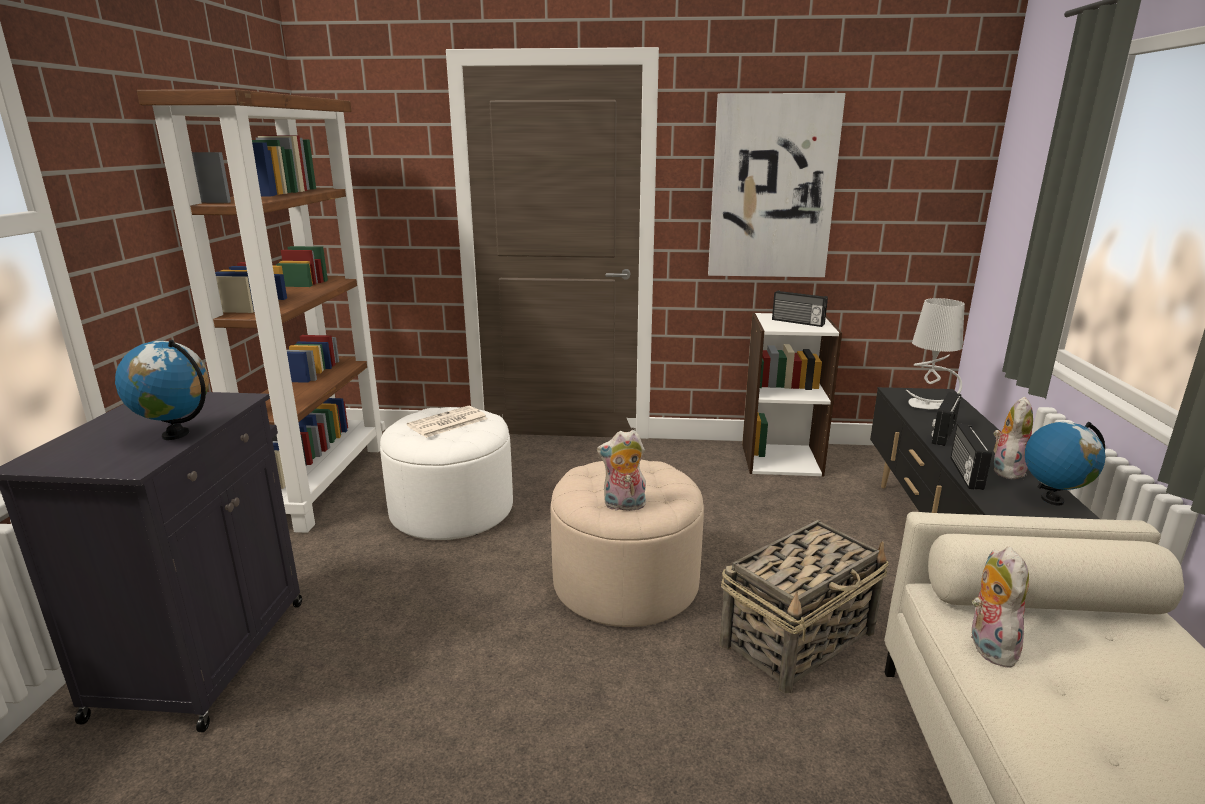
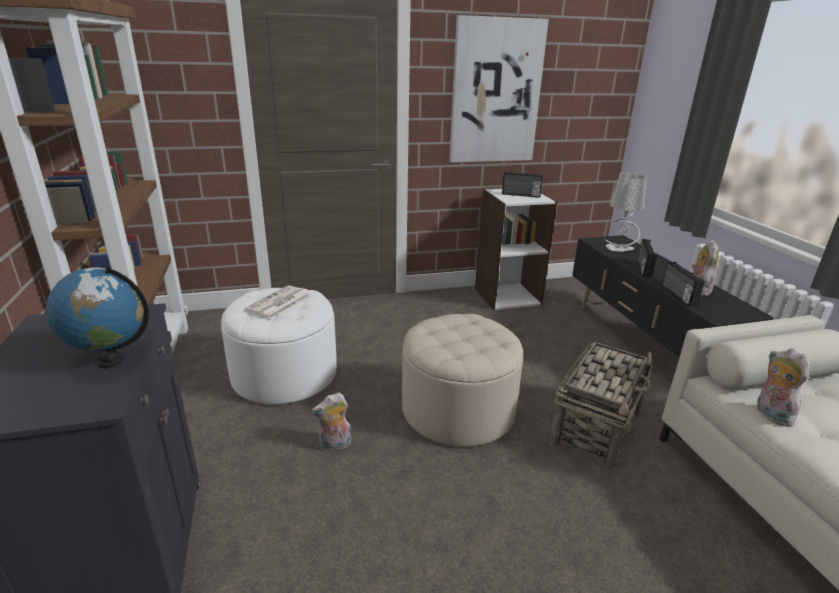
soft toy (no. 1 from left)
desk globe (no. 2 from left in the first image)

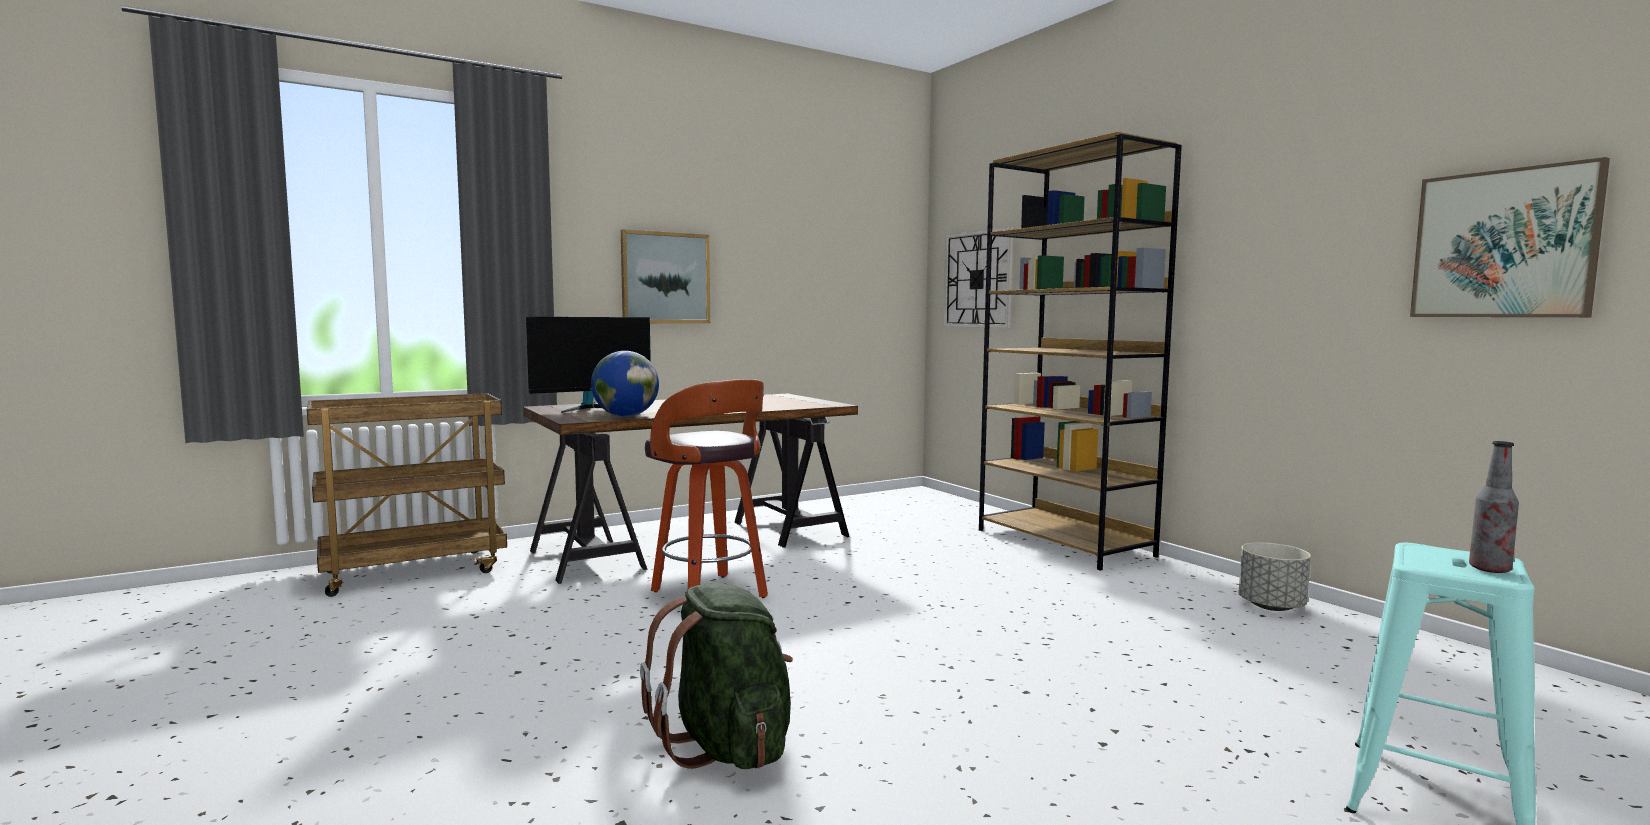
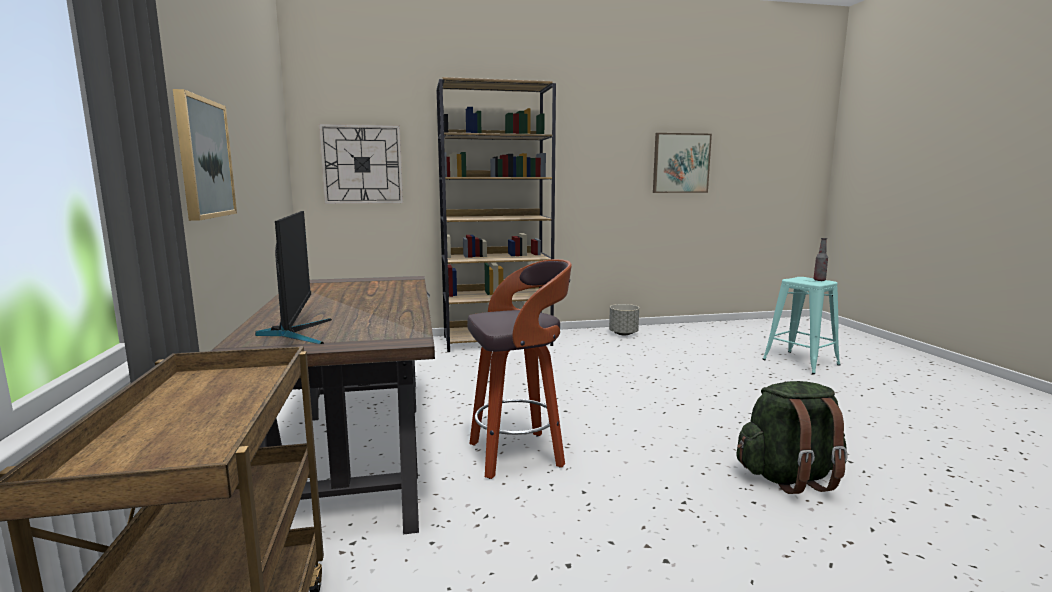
desk globe

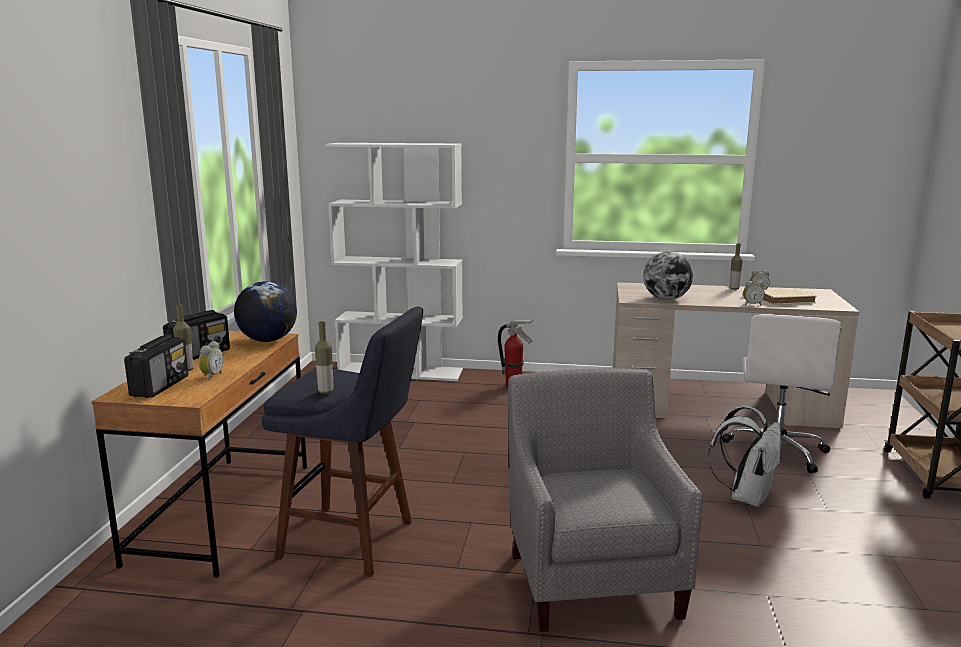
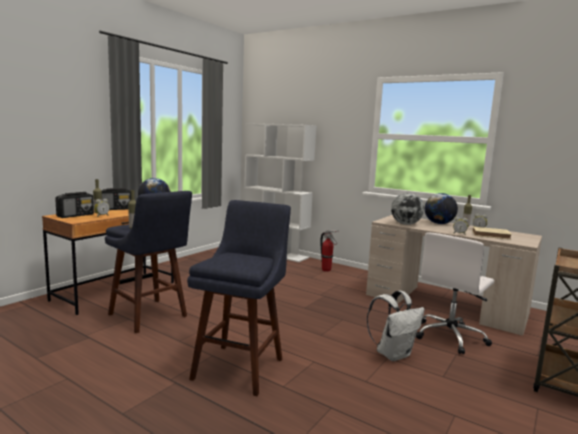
sitting stool in blue (no. 2 from left)
desk globe (no. 3 from left)

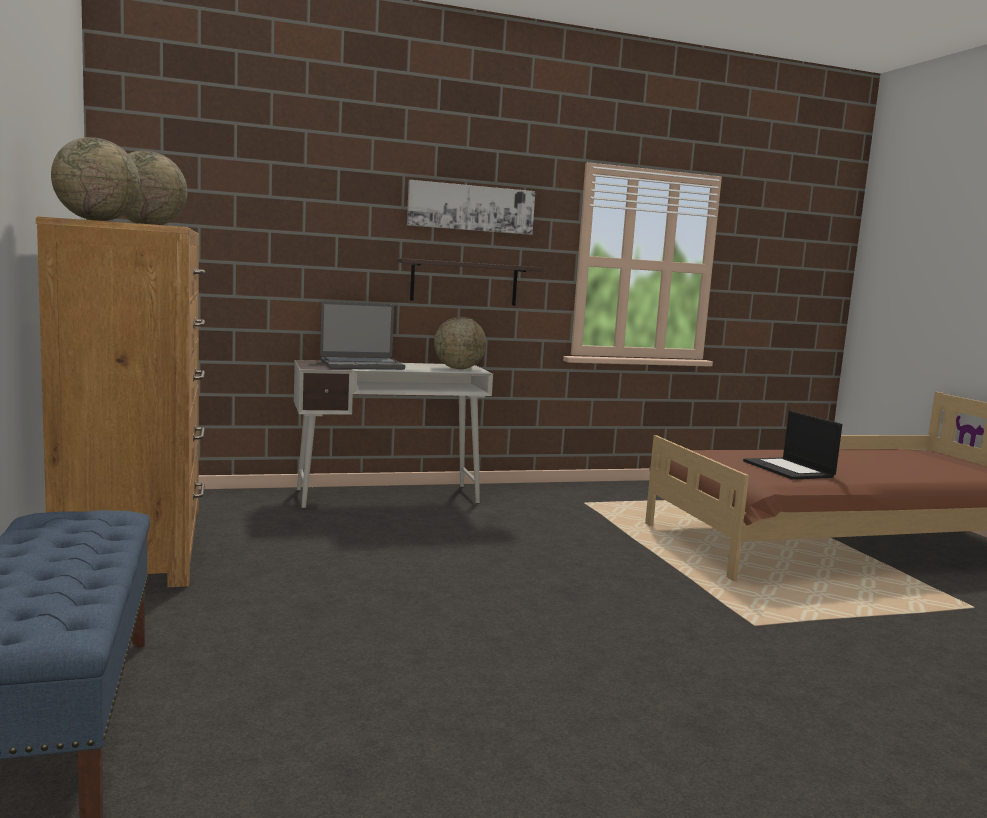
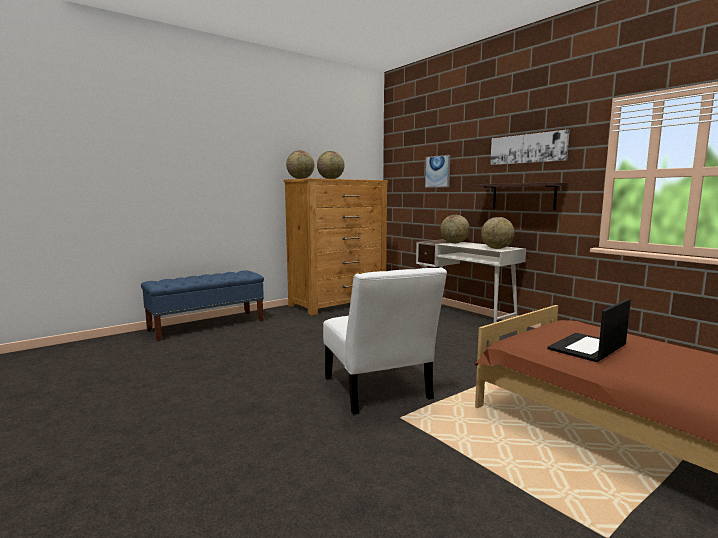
desk globe (no. 3 from left)
plain chair in white-coloured
wall picture (no. 1 from left)

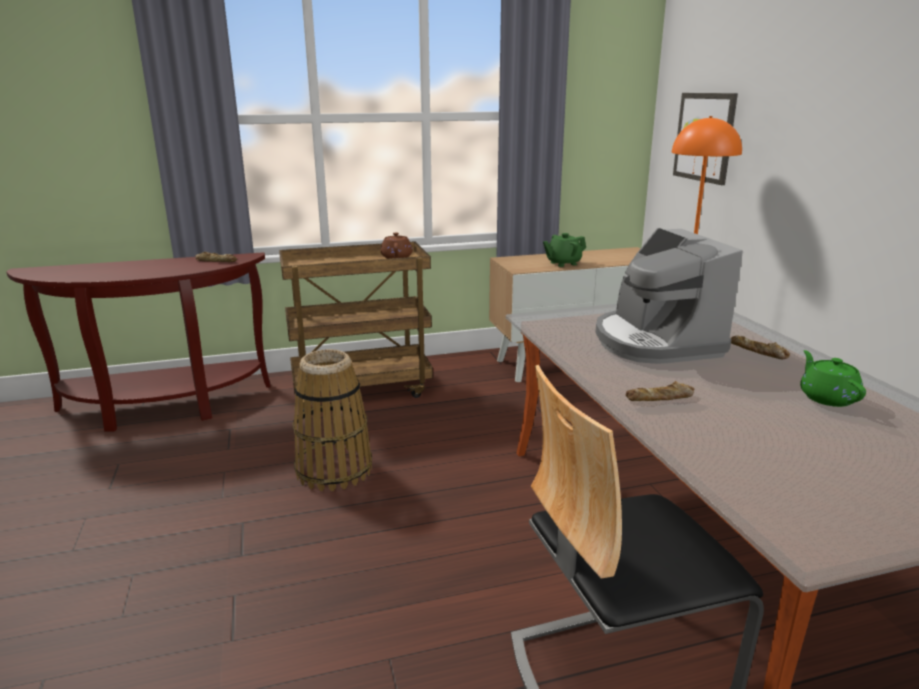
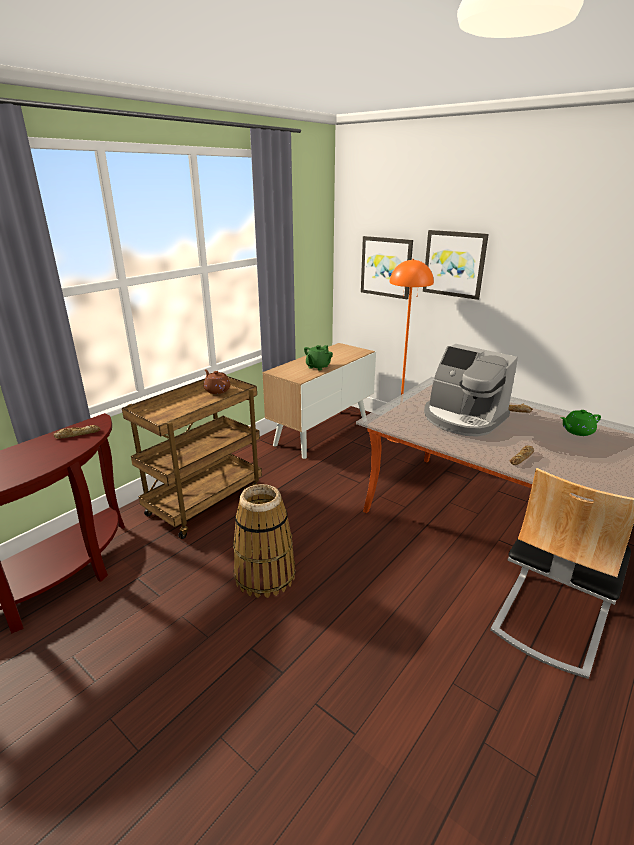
pot for tea in greenish (no. 2 from left)
wall picture (no. 2 from left)

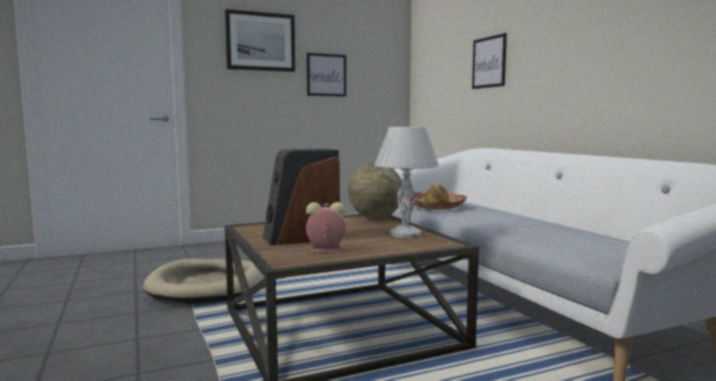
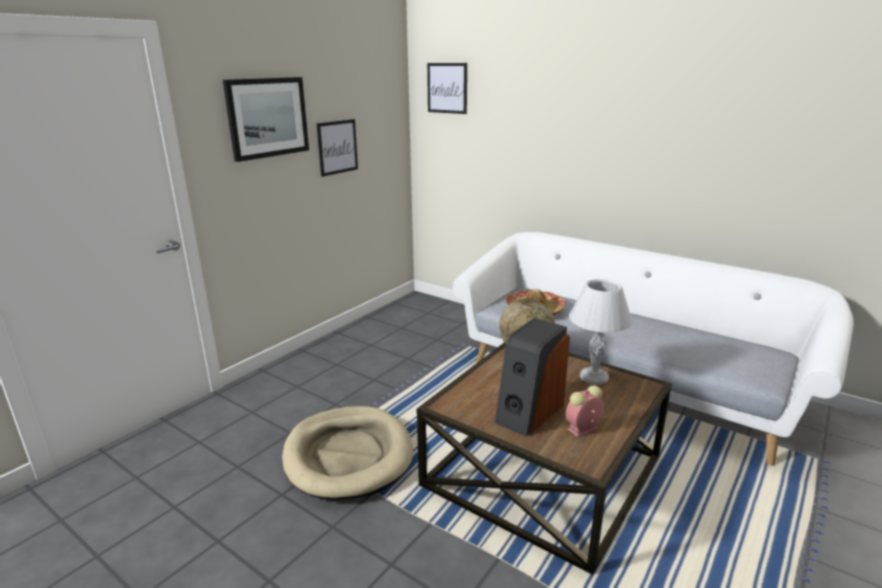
wall picture (no. 3 from left)

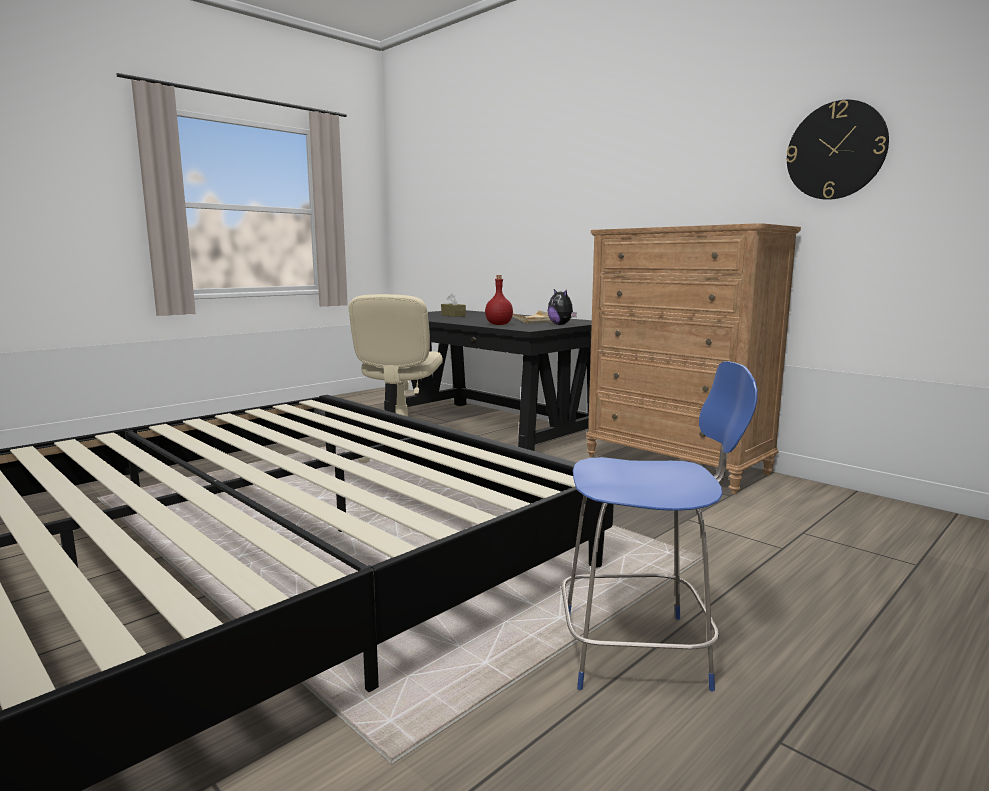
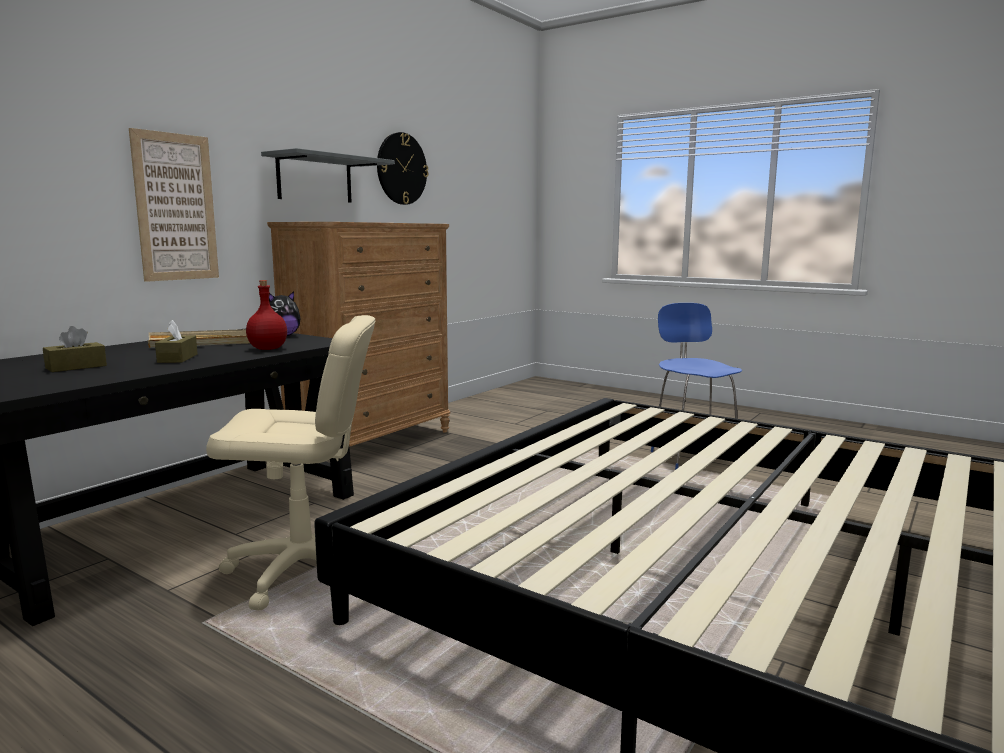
wall picture
box of tissues in brown-coloured (no. 2 from left)
wall shelf in gray

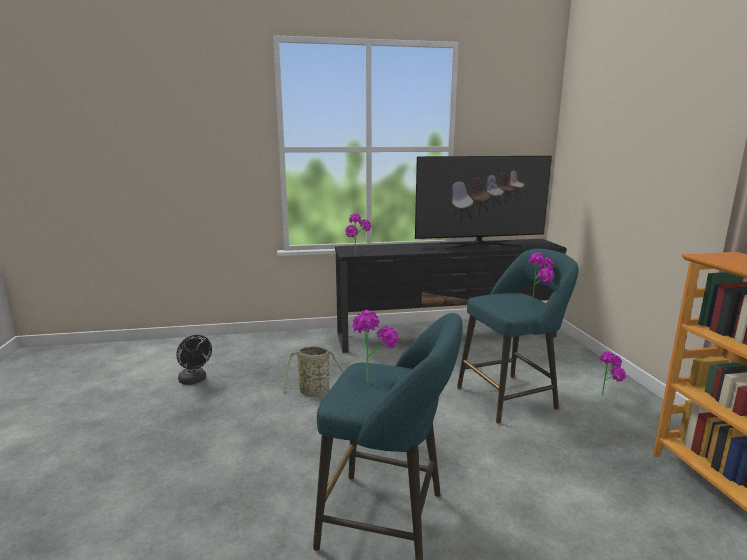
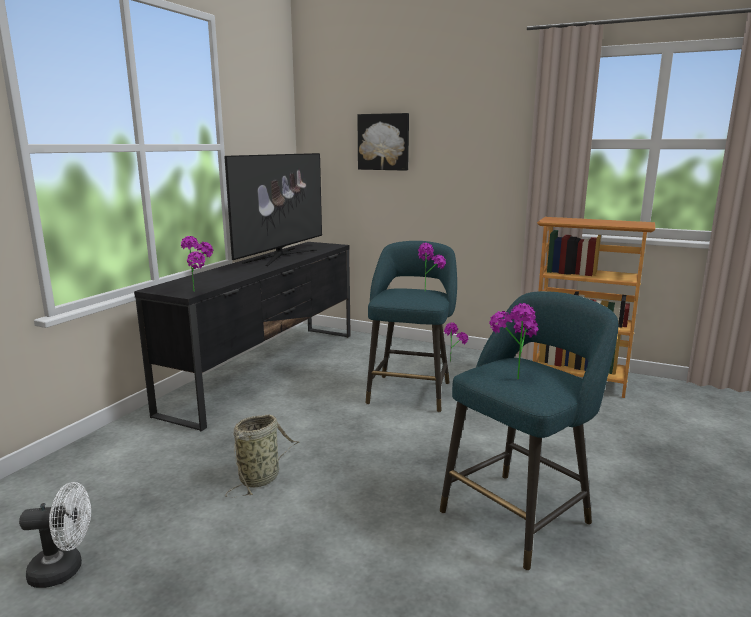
fan in white-coloured
wall picture

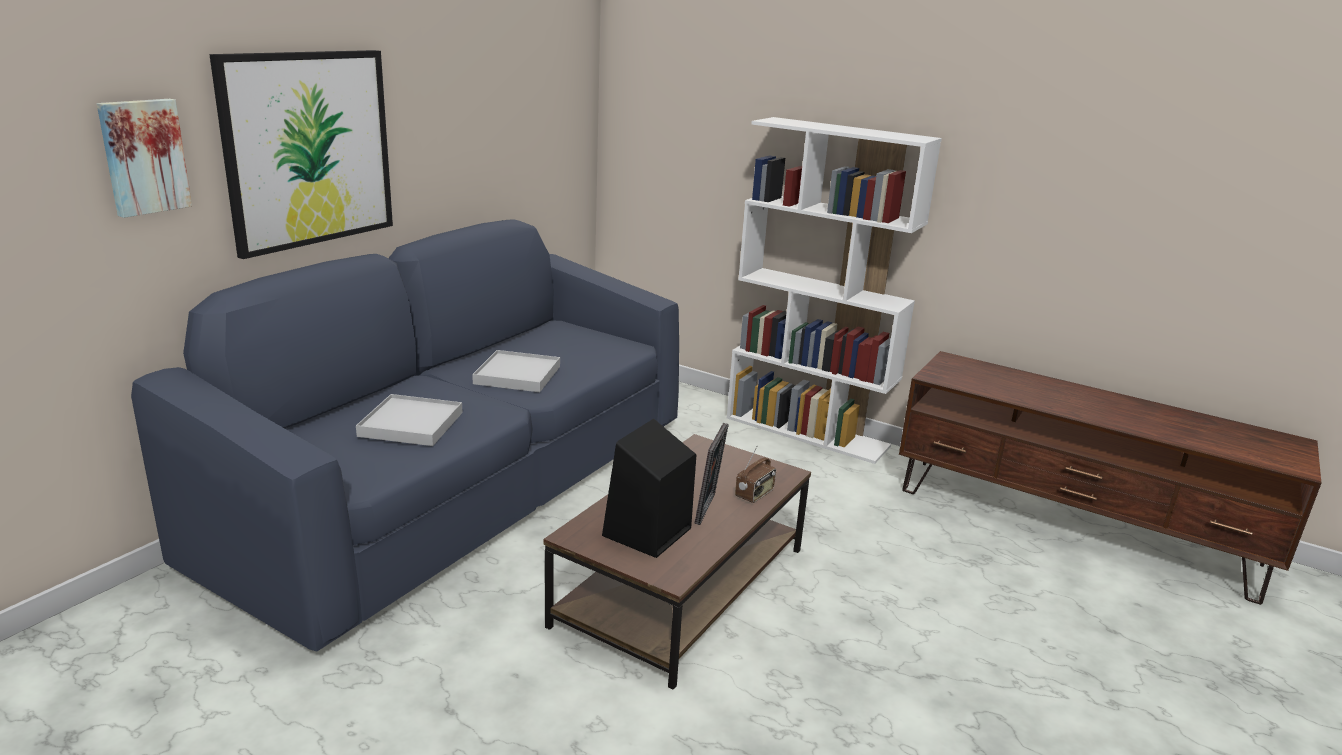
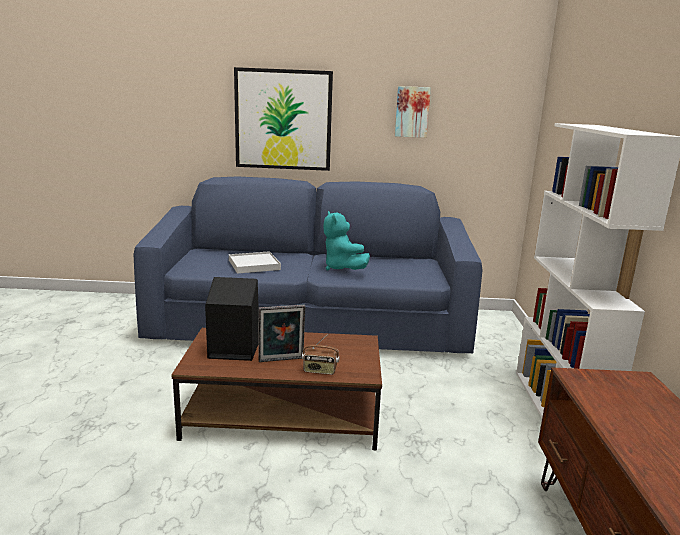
wall picture (no. 2 from left)
soft toy in turquoise-coloured

